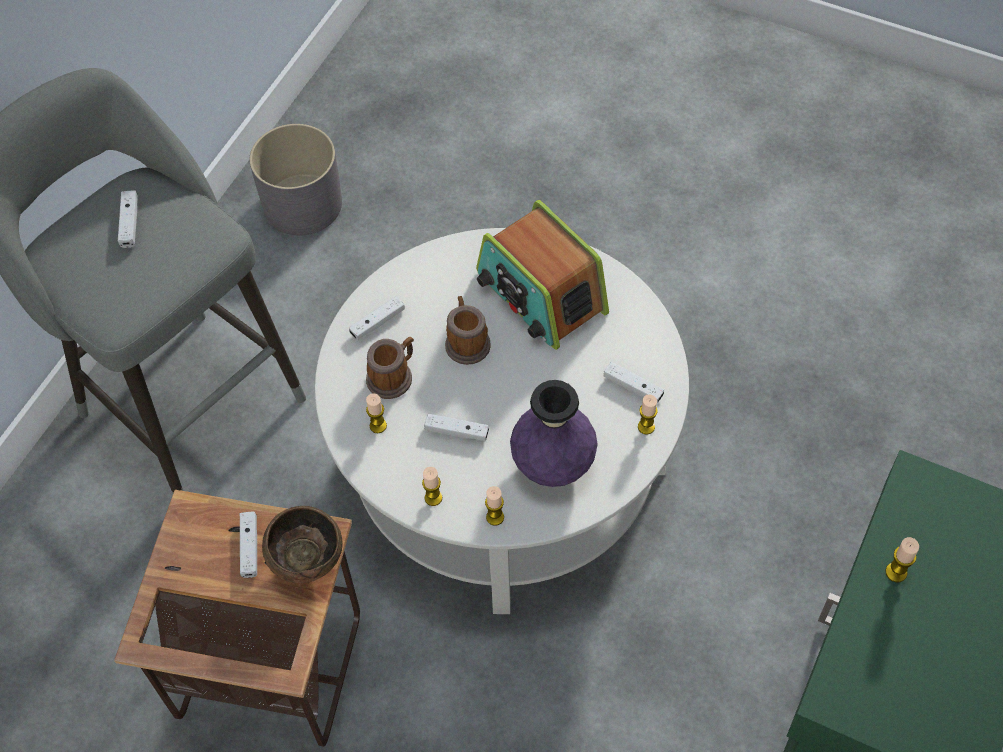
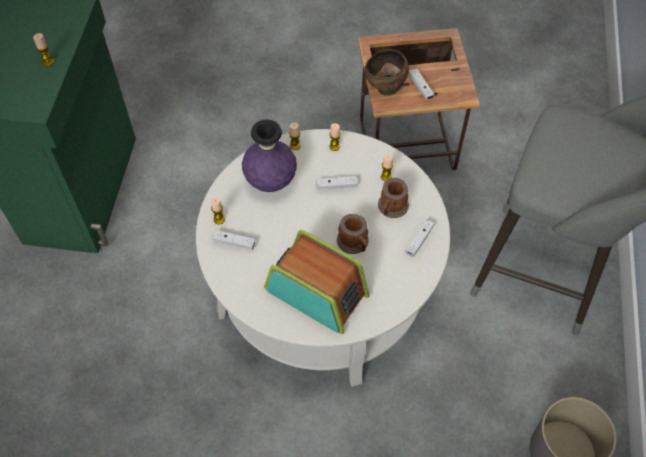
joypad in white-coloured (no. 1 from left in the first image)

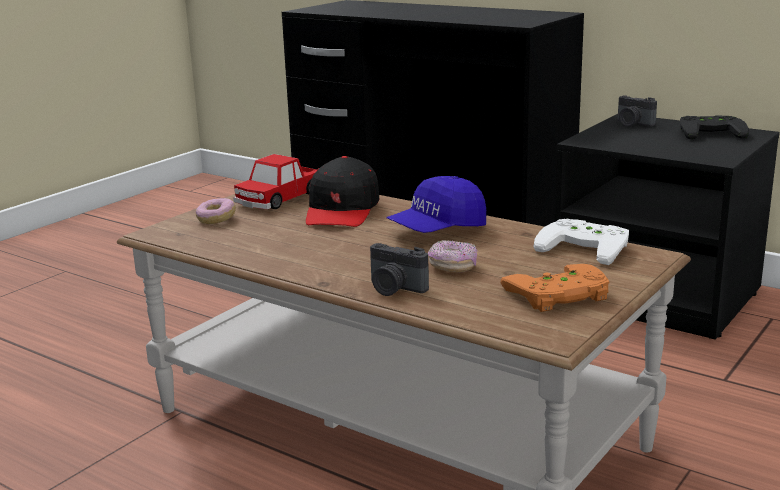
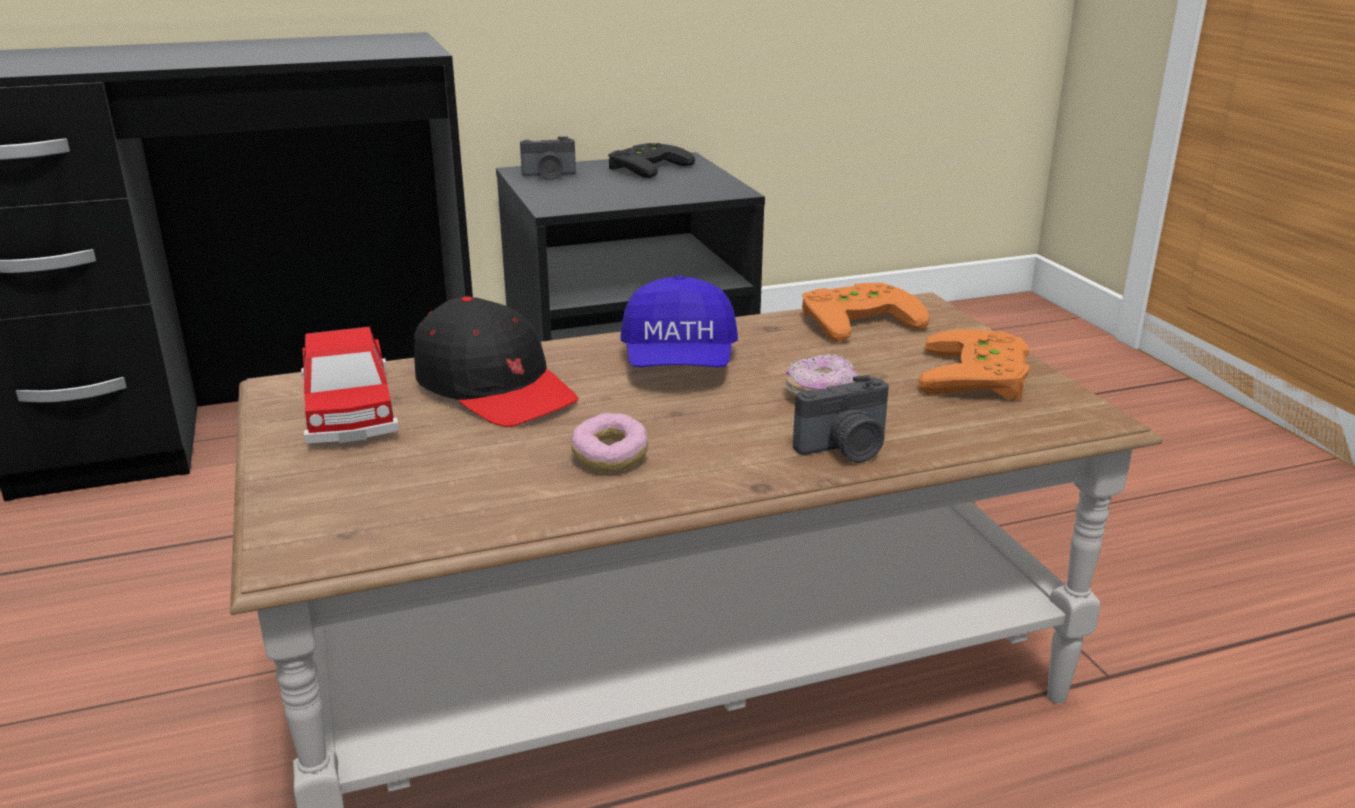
doughnut (no. 1 from left)
joypad in orange (no. 1 from left)

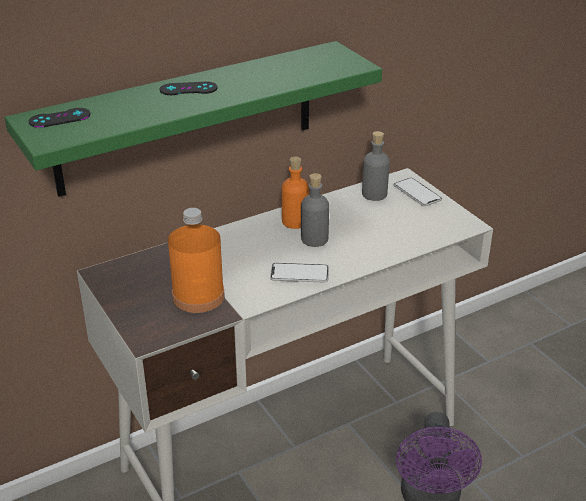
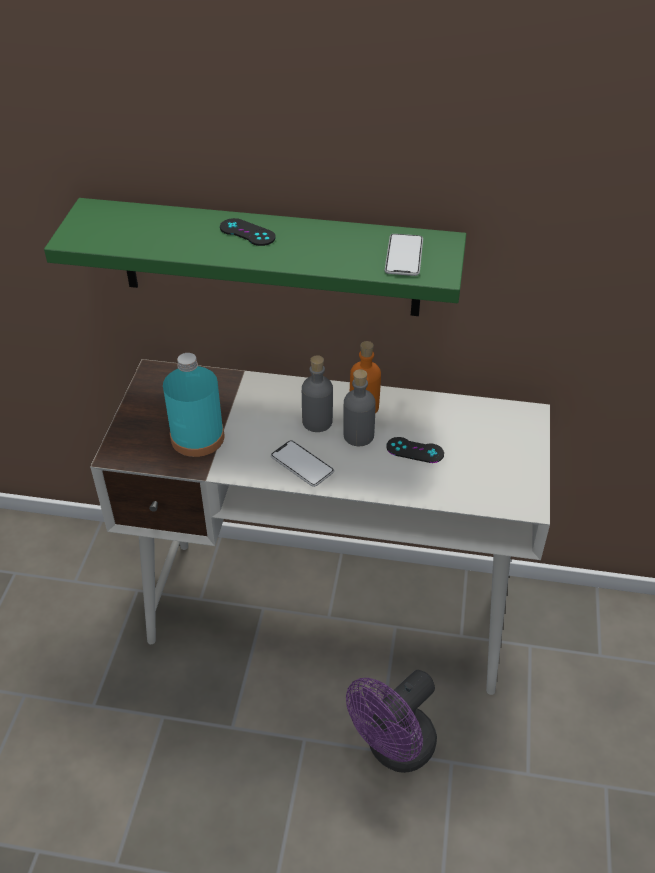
joypad in blackish (no. 2 from left)
beverage bottle in turquoise-coloured
beverage bottle in gray (no. 1 from left)
phone (no. 2 from left)

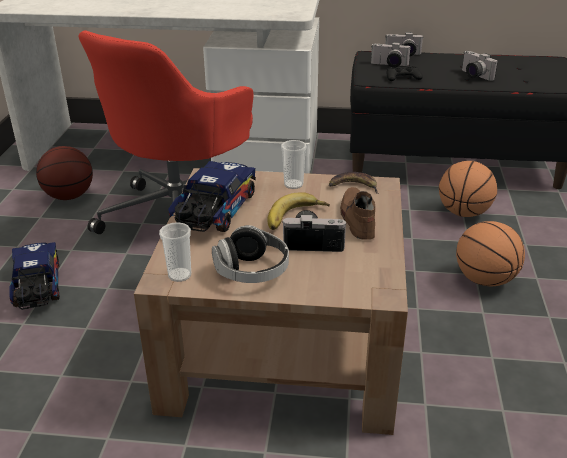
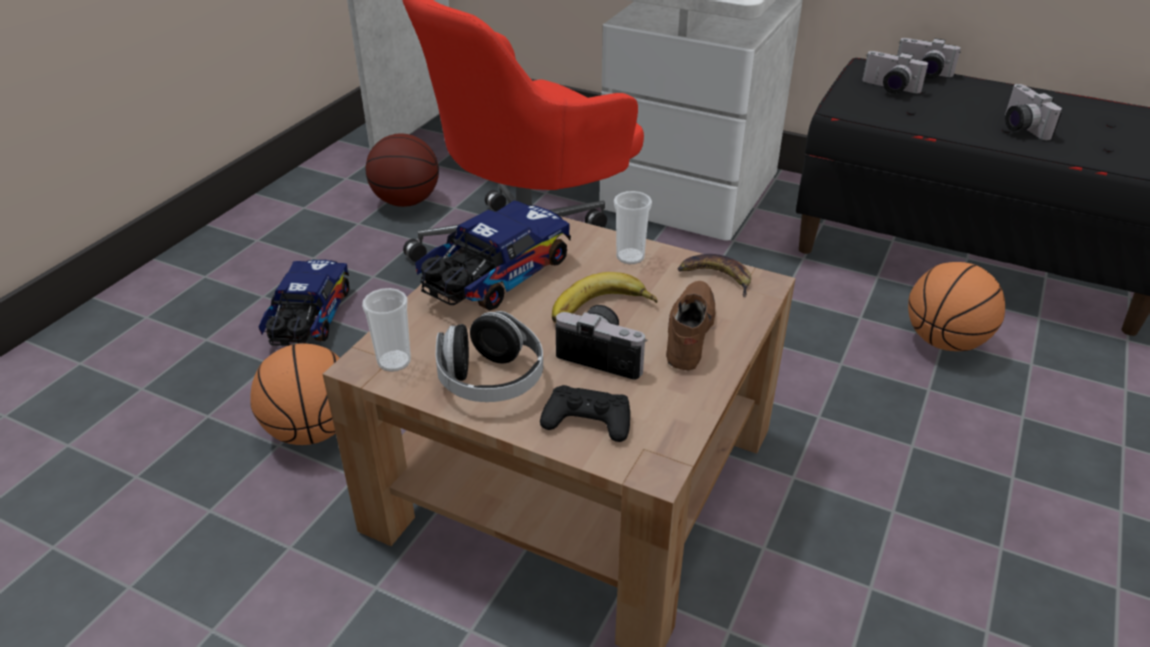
joypad in blackish
basketball ball (no. 1 from left)

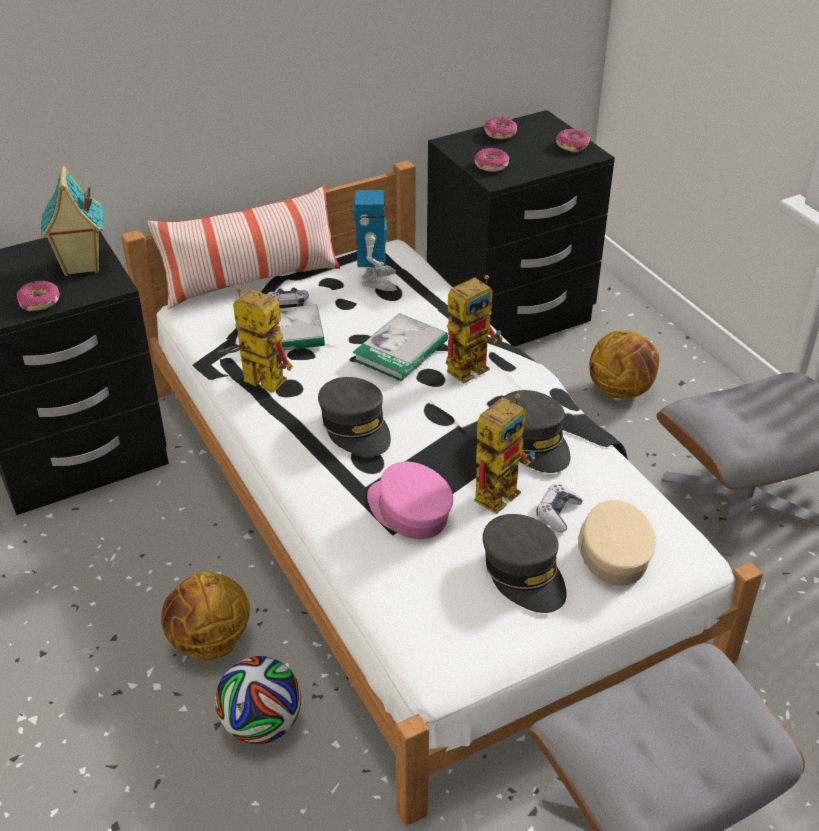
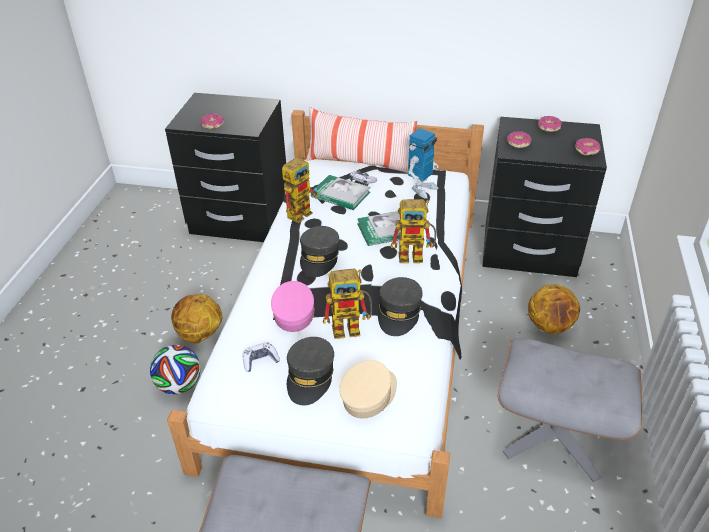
miniature house
toy robot (no. 1 from left)
joypad (no. 1 from left)

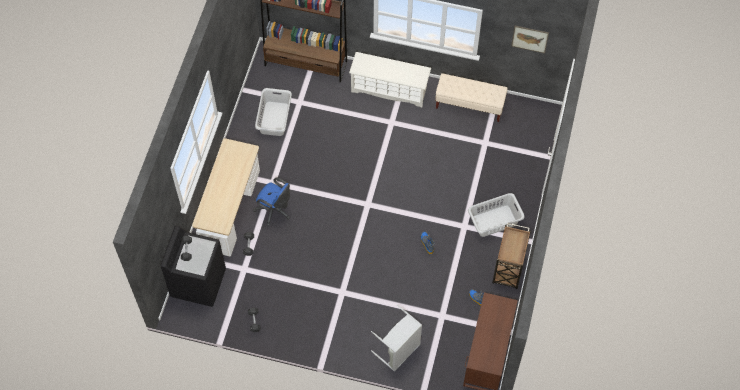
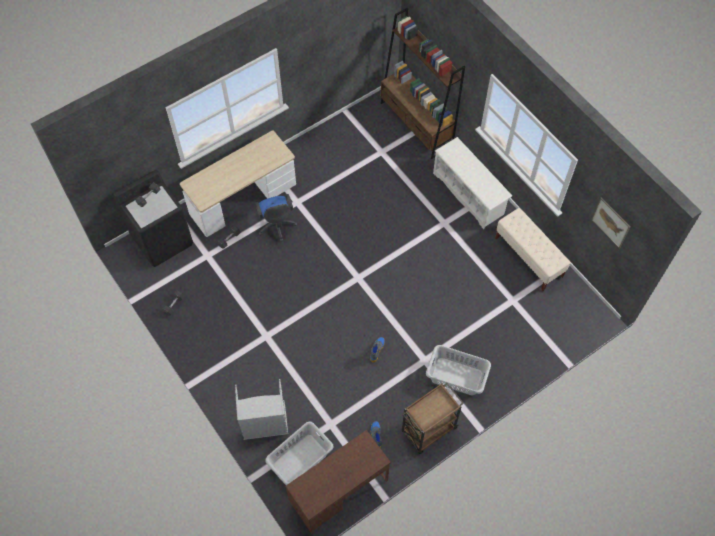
laundry basket in gray (no. 2 from left)

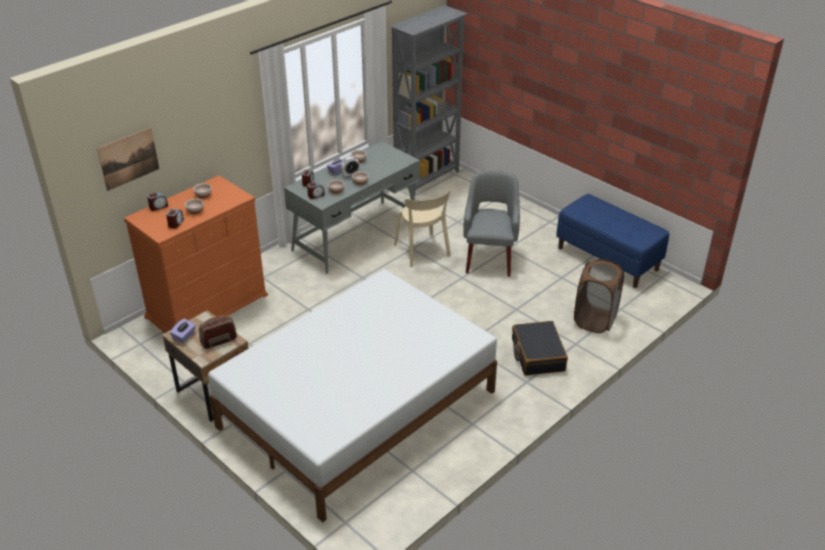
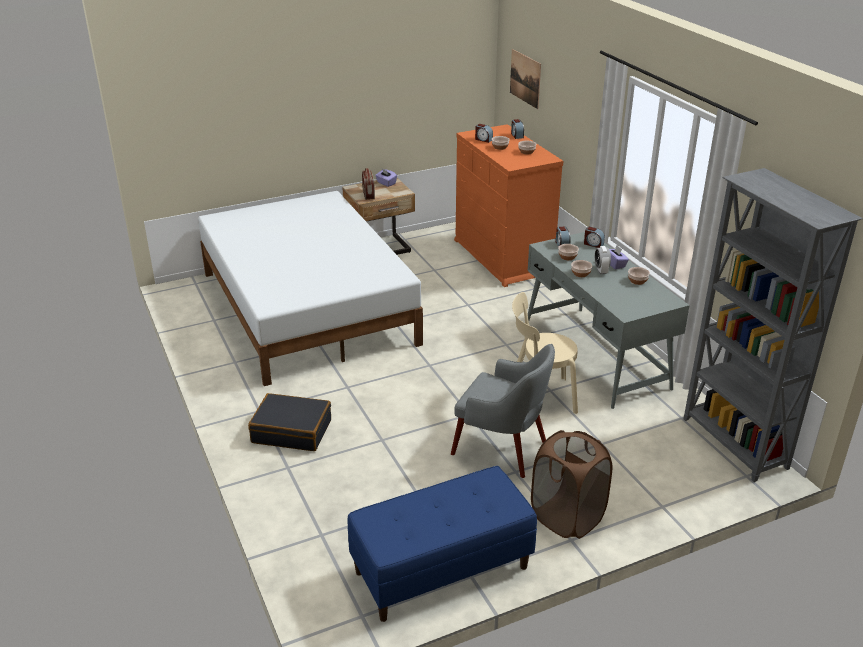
laundry basket in brown-coloured

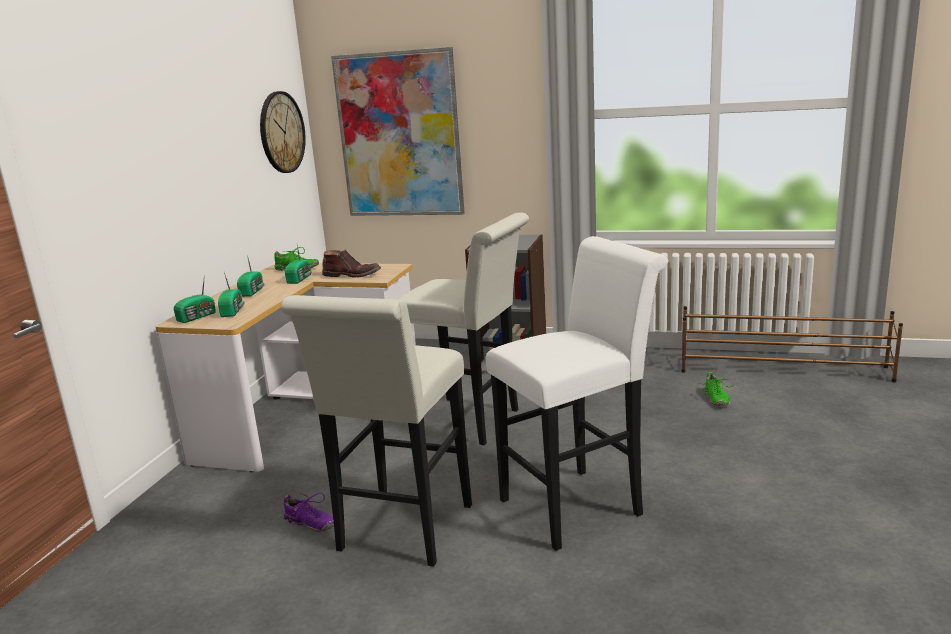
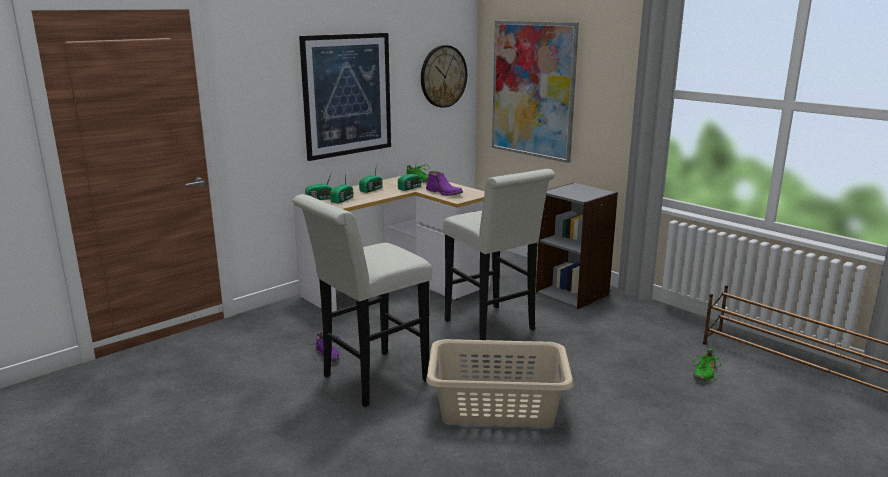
high-top boot in purplish
laundry basket in beige-coloured
wall picture (no. 1 from left)

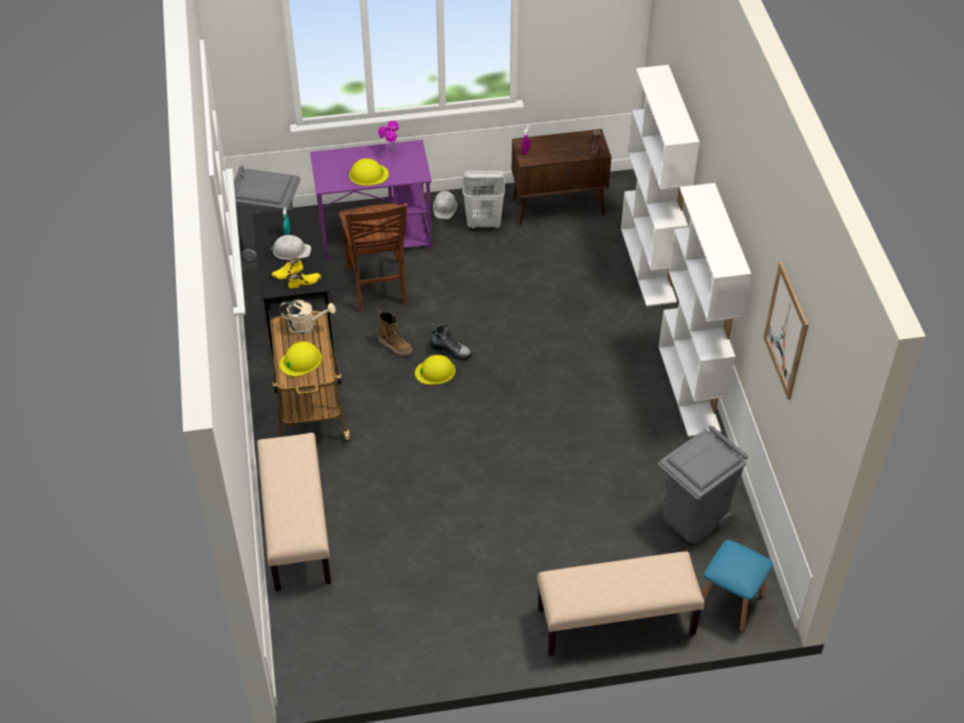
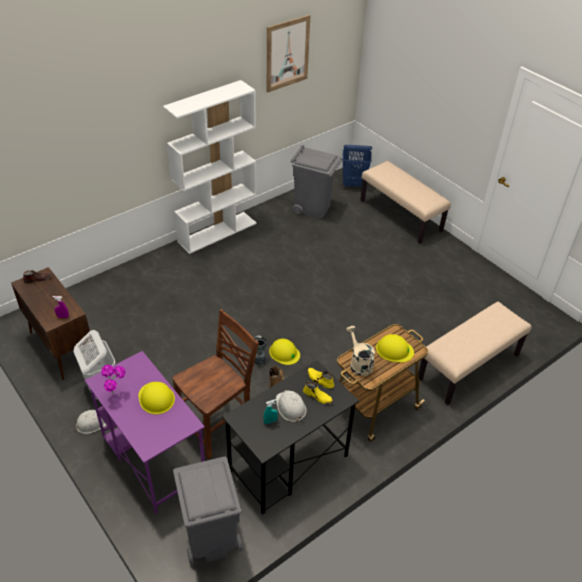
bookcase in white-coloured (no. 1 from left in the first image)
laundry basket in blue

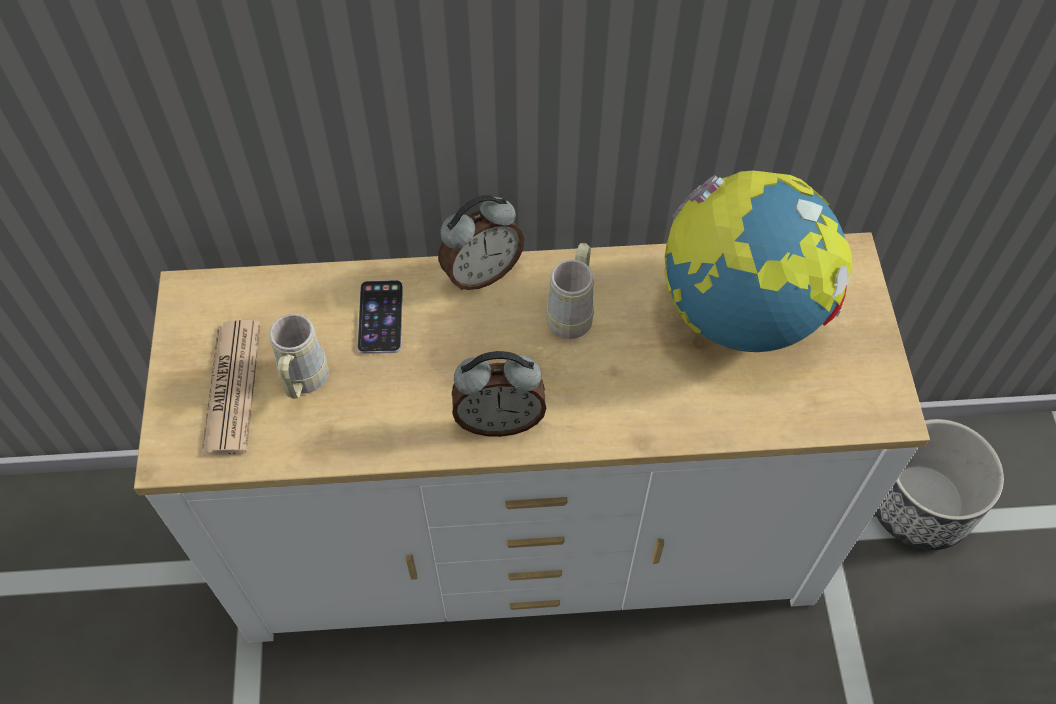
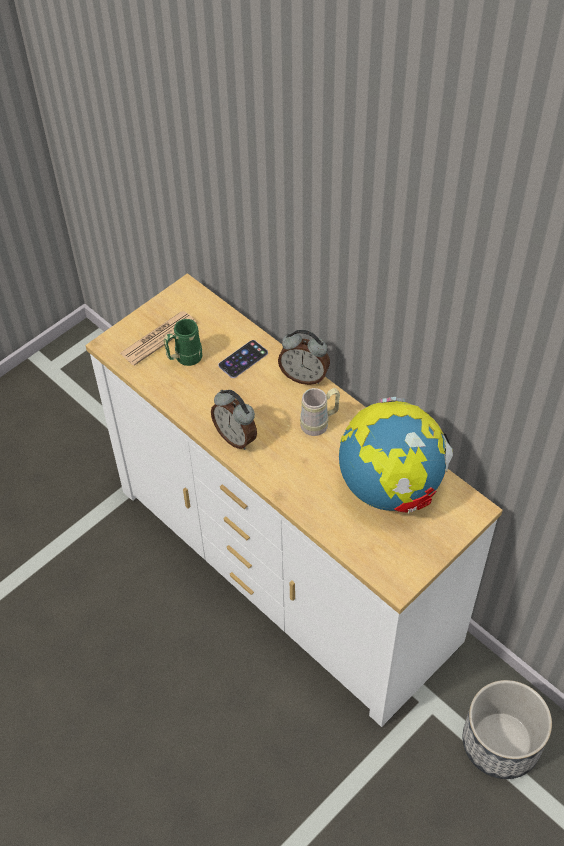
tea mug in greenish

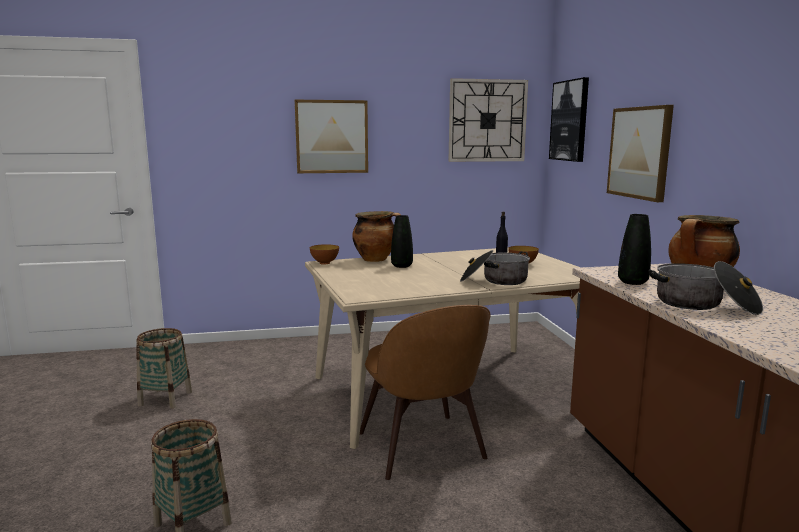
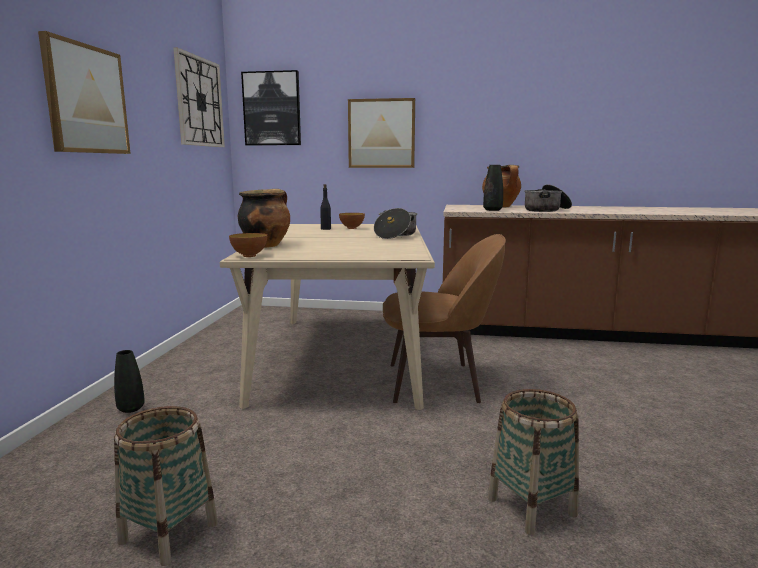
flower vase in blackish (no. 1 from left)

